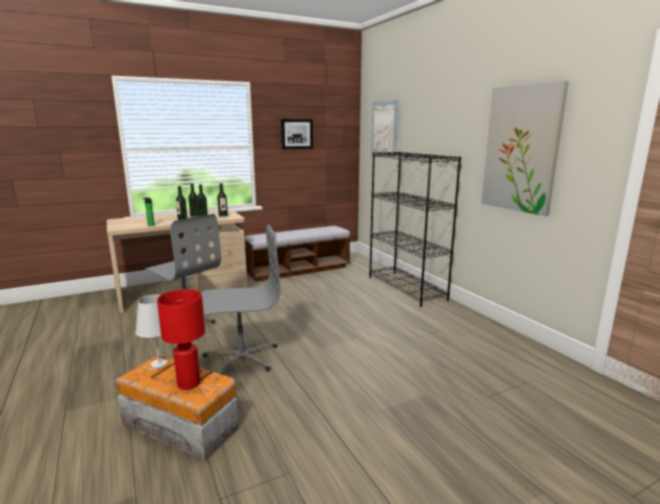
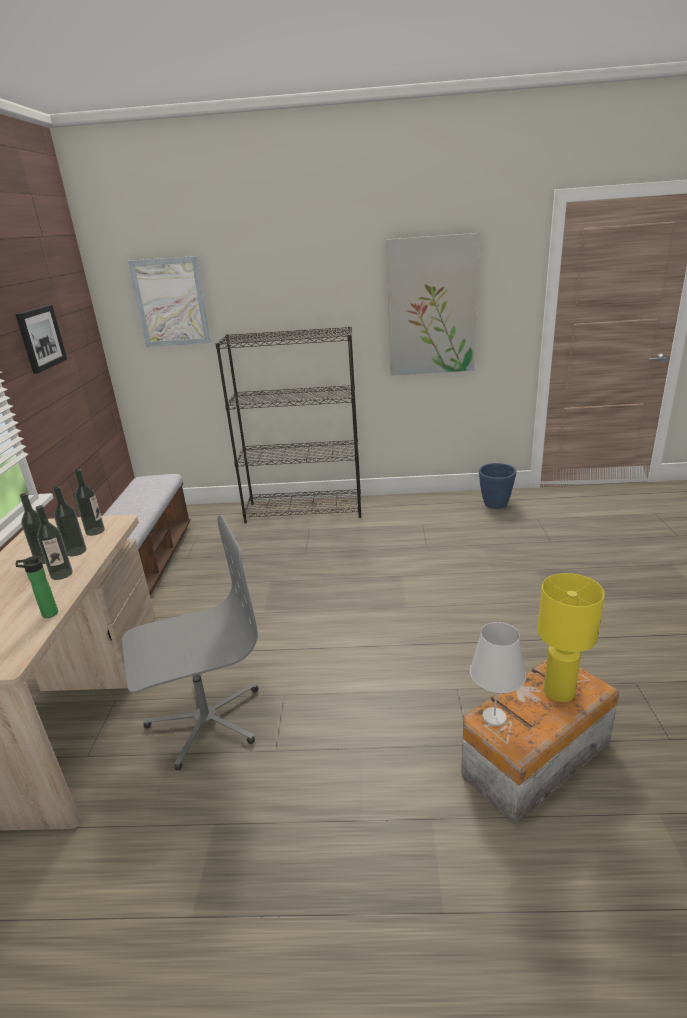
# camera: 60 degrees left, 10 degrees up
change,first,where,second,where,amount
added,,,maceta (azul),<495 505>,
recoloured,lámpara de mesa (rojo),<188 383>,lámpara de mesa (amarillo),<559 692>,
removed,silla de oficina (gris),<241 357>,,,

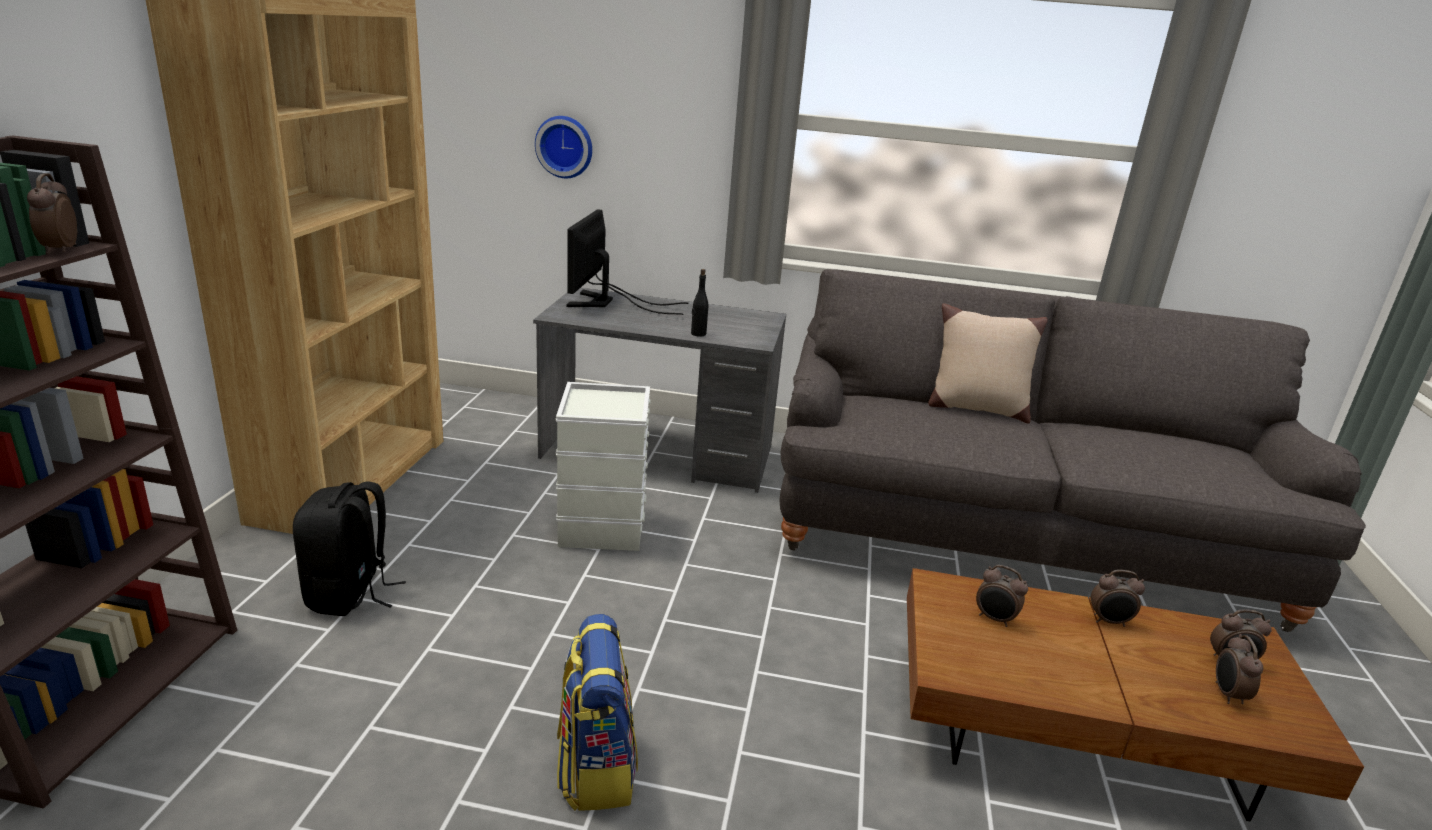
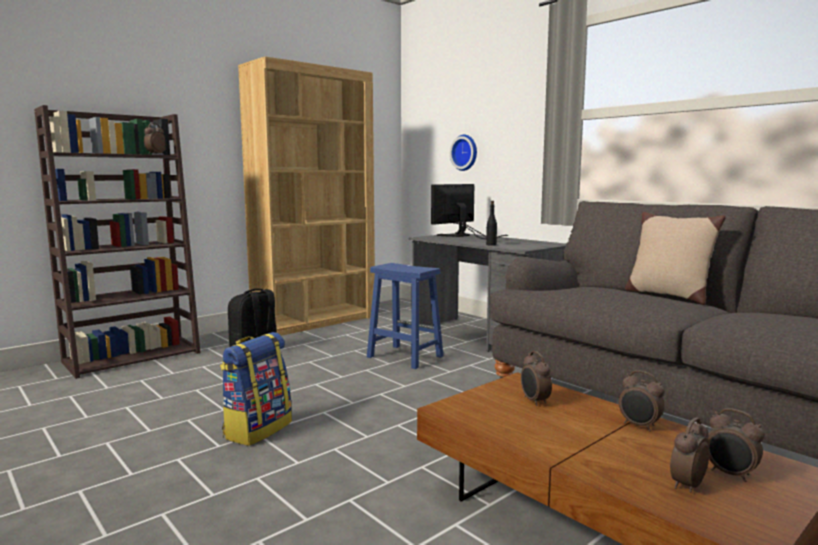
# camera: 40 degrees right, 15 degrees down
change,first,where,second,where,amount
replaced,caja de almacenaje (gris),<601 527>,taburete (azul),<403 356>,

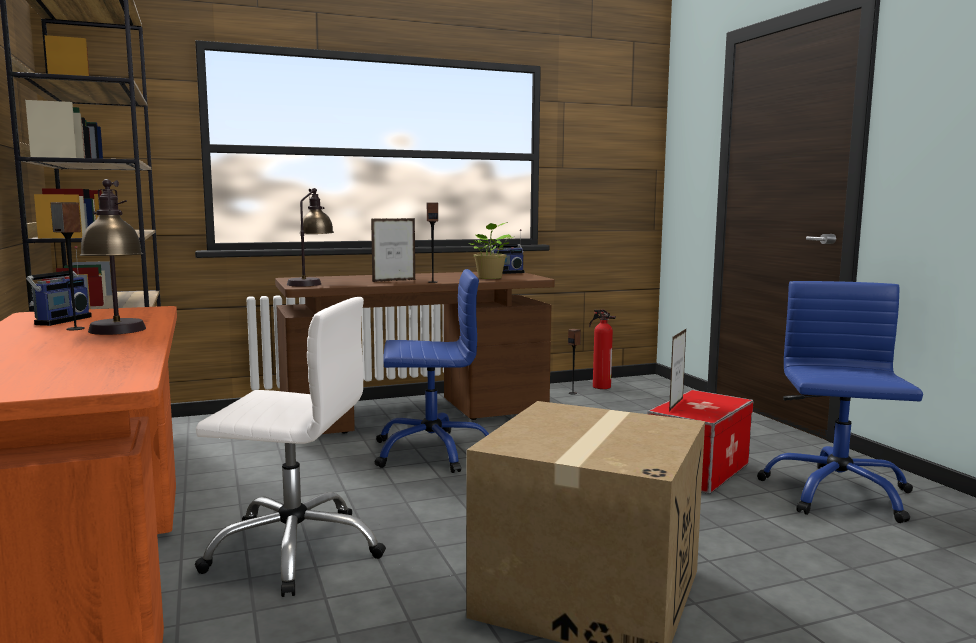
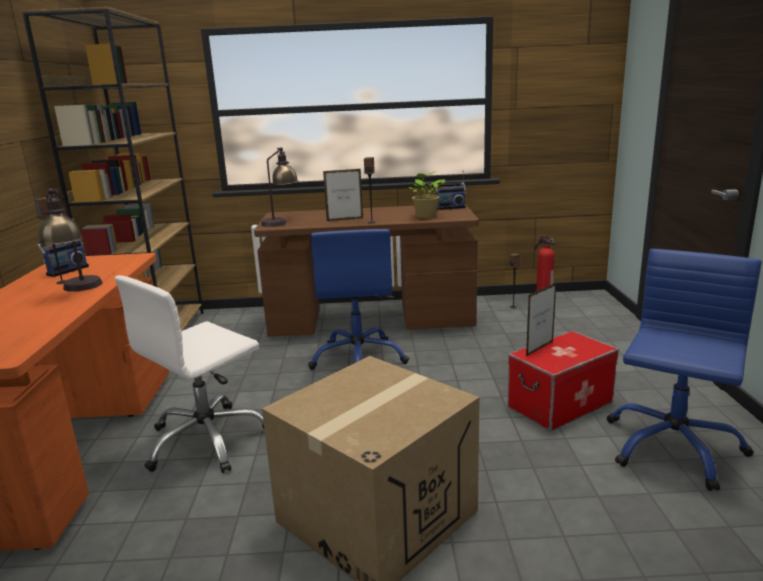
# camera: 20 degrees right, 10 degrees up
change,first,where,second,where,amount
turned,silla de oficina (blanco),<295 550>,,<207 440>,105 degrees clockwise
turned,silla de oficina (azul),<432 451>,,<359 359>,75 degrees clockwise

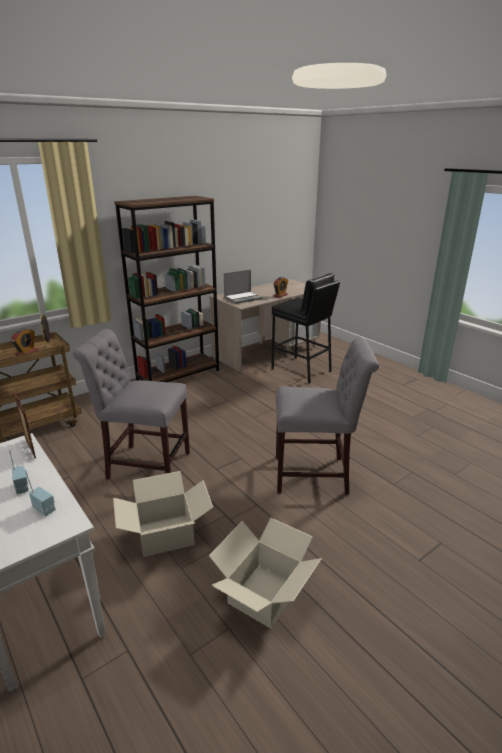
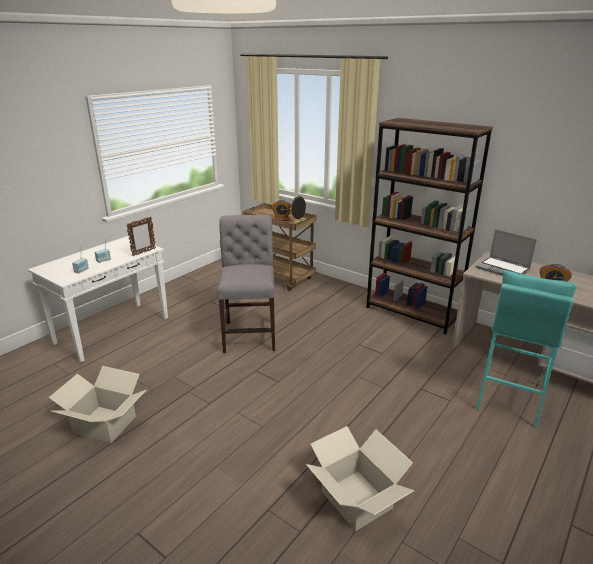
# camera: 75 degrees right, 0 degrees up
change,first,where,second,where,amount
moved,caja de cartón,<165 534>,,<357 499>,
recoloured,taburete (negro),<301 370>,taburete (turquesa),<509 397>,
removed,silla (gris),<316 475>,,,

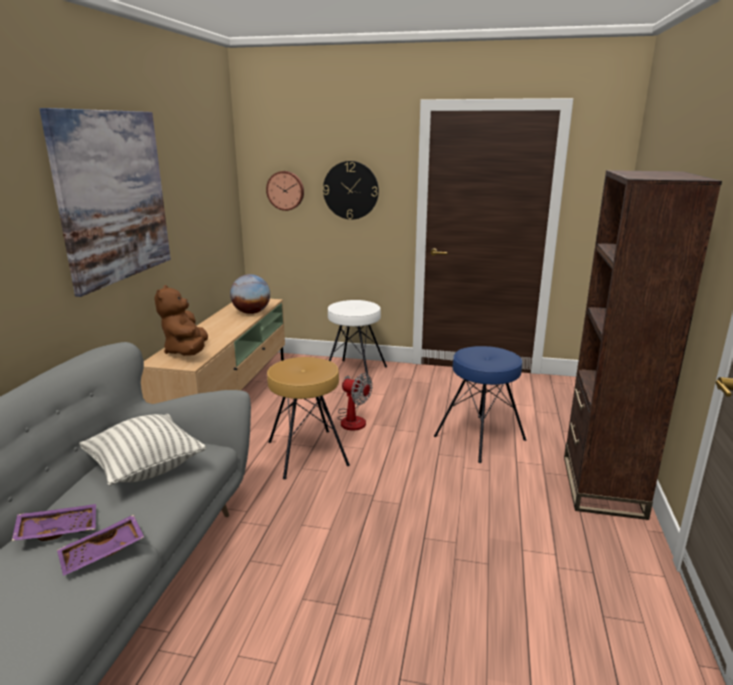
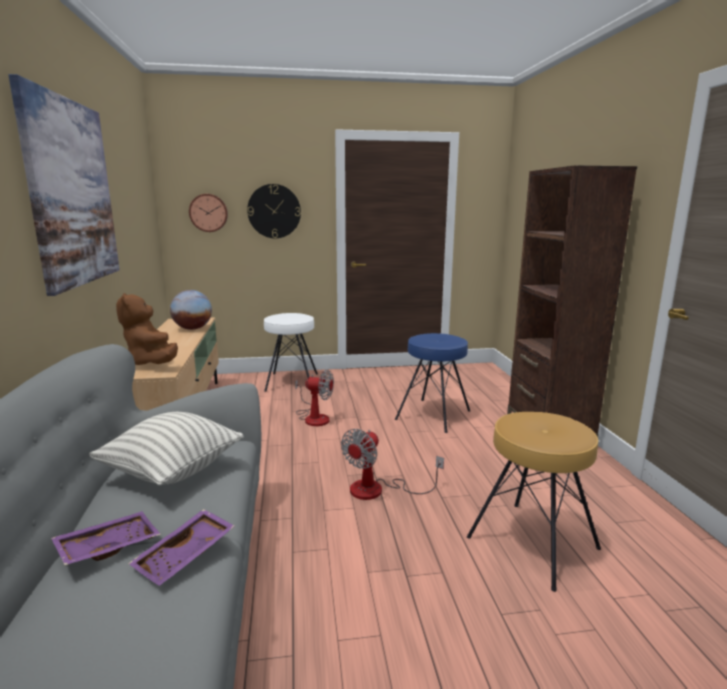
# camera: 20 degrees left, 5 degrees down
change,first,where,second,where,amount
added,,,ventilador,<378 490>,
moved,taburete (marrón),<306 453>,,<532 543>,

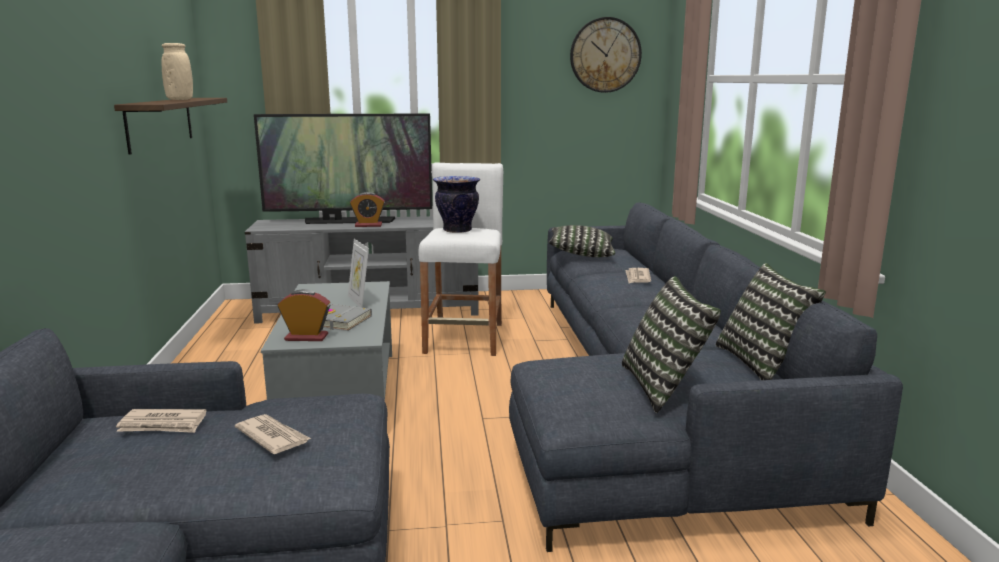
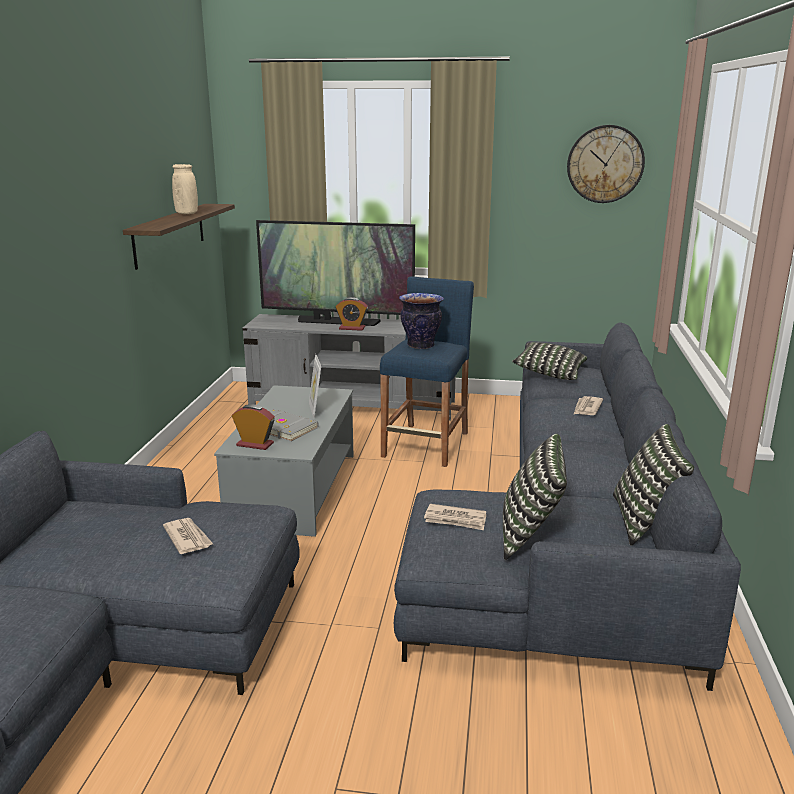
# camera: 15 degrees right, 5 degrees up
change,first,where,second,where,amount
recoloured,taburete (blanco),<465 338>,taburete (azul),<426 444>,
moved,periódico,<163 424>,,<455 520>,

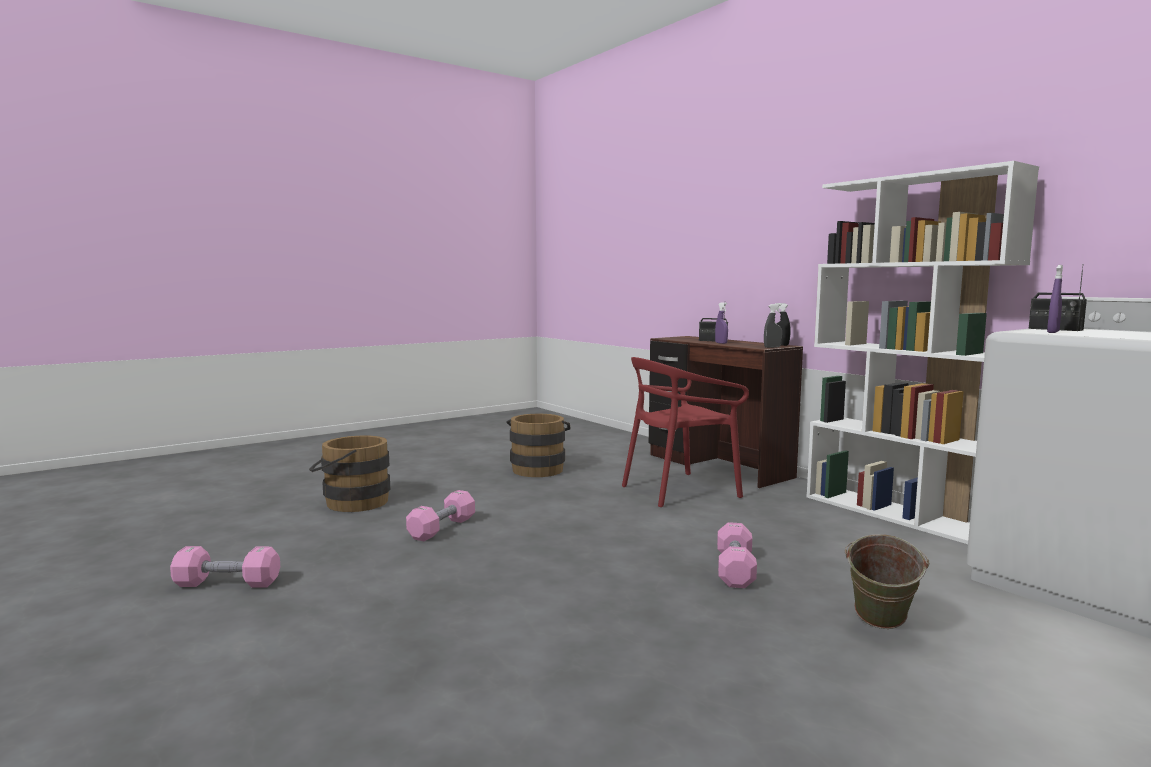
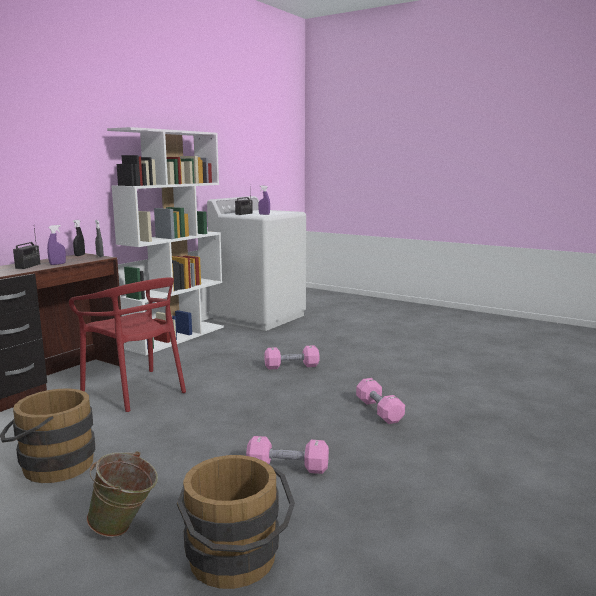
# camera: 110 degrees left, 5 degrees up
change,first,where,second,where,amount
moved,cubo (verde),<880 627>,,<125 529>,
moved,mancuerna (rosa),<227 584>,,<379 411>,

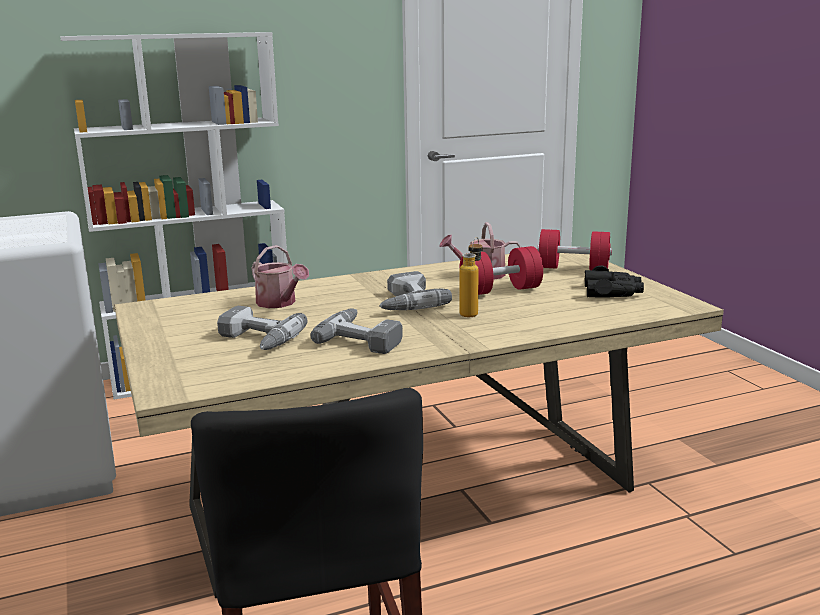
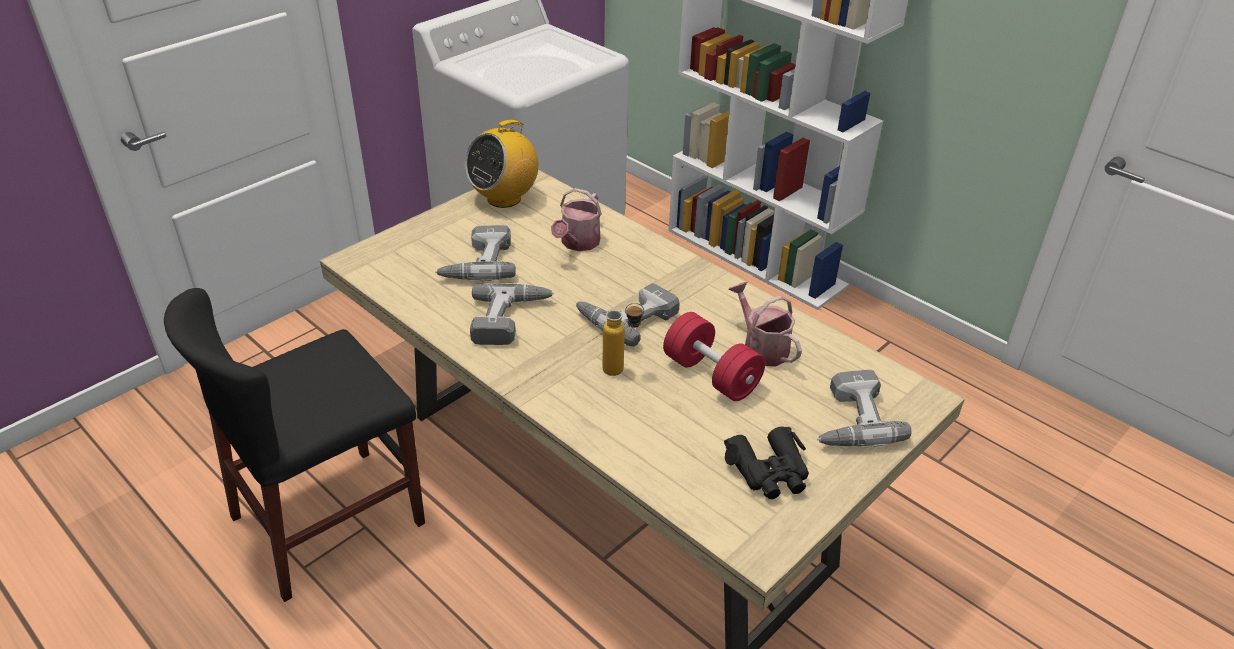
# camera: 65 degrees right, 20 degrees up
change,first,where,second,where,amount
added,,,radio,<504 198>,
replaced,mancuerna (rojo),<573 268>,taladro,<849 419>,

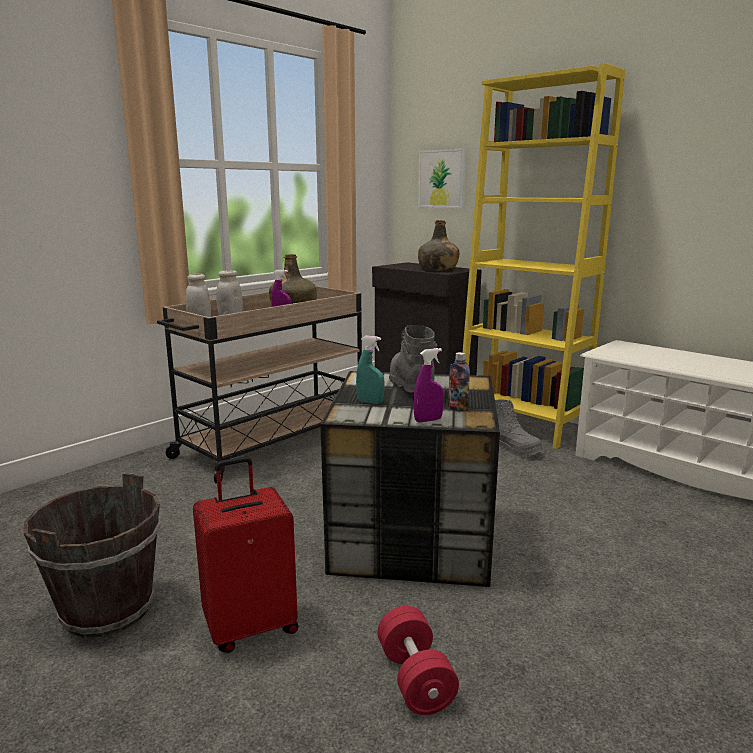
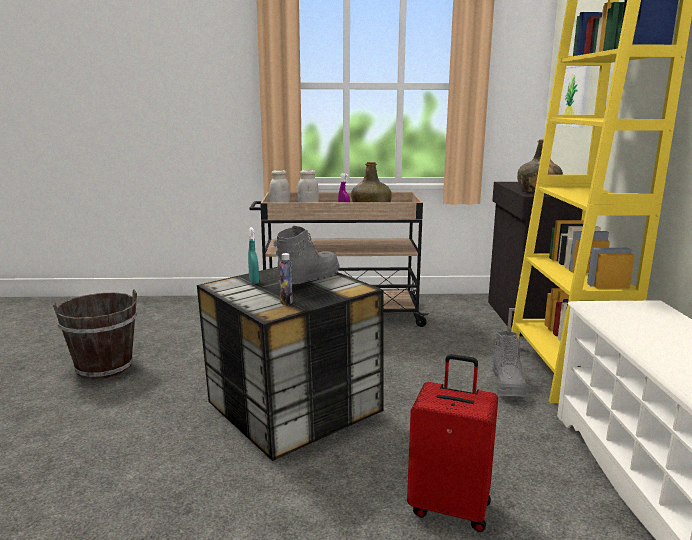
# camera: 45 degrees right, 0 degrees up
change,first,where,second,where,amount
moved,maleta (rojo),<251 626>,,<450 507>,
removed,mancuerna (rojo),<415 679>,,,
removed,pulverizador (morado),<428 420>,,,

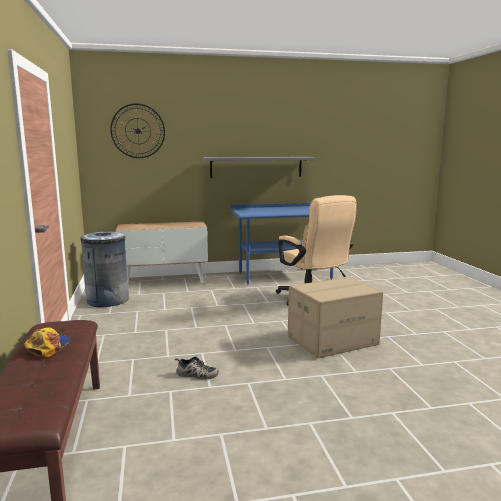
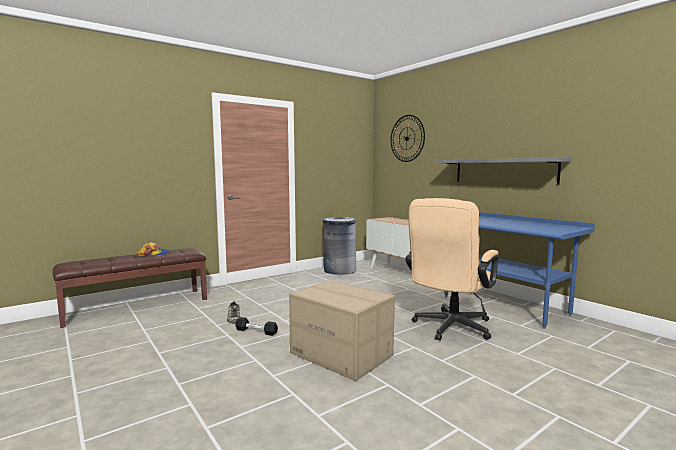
# camera: 65 degrees right, 5 degrees down
change,first,where,second,where,amount
added,,,mancuerna (negro),<256 331>,

